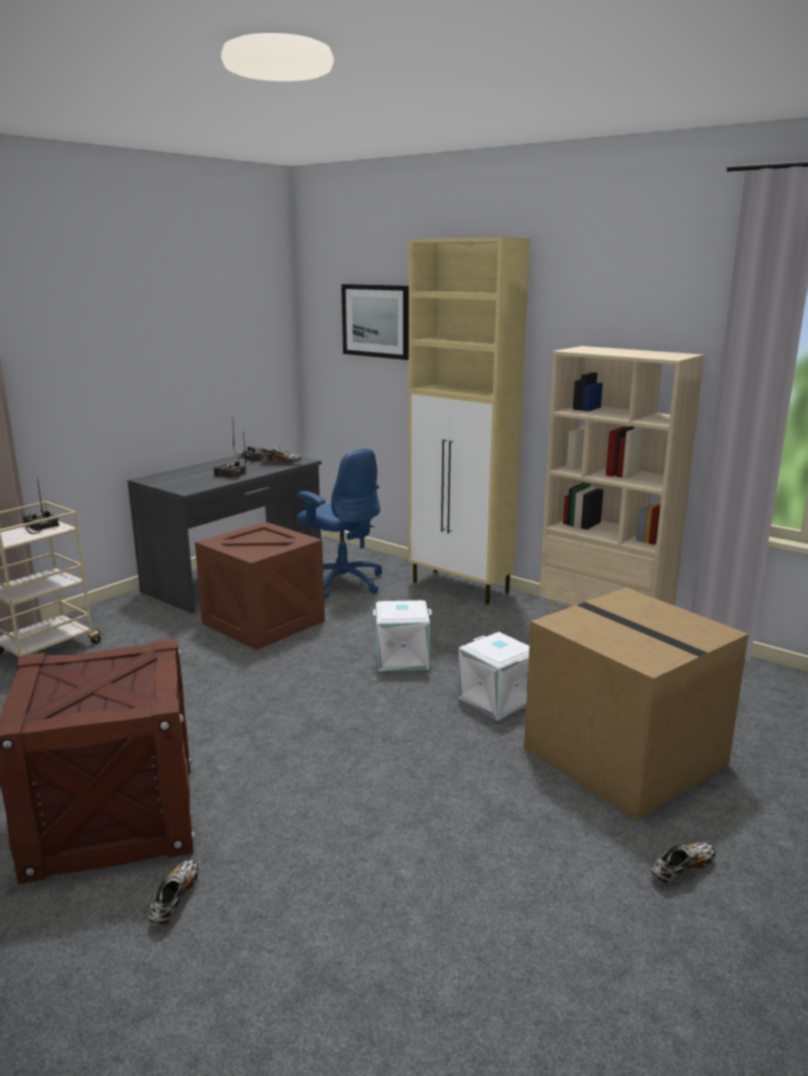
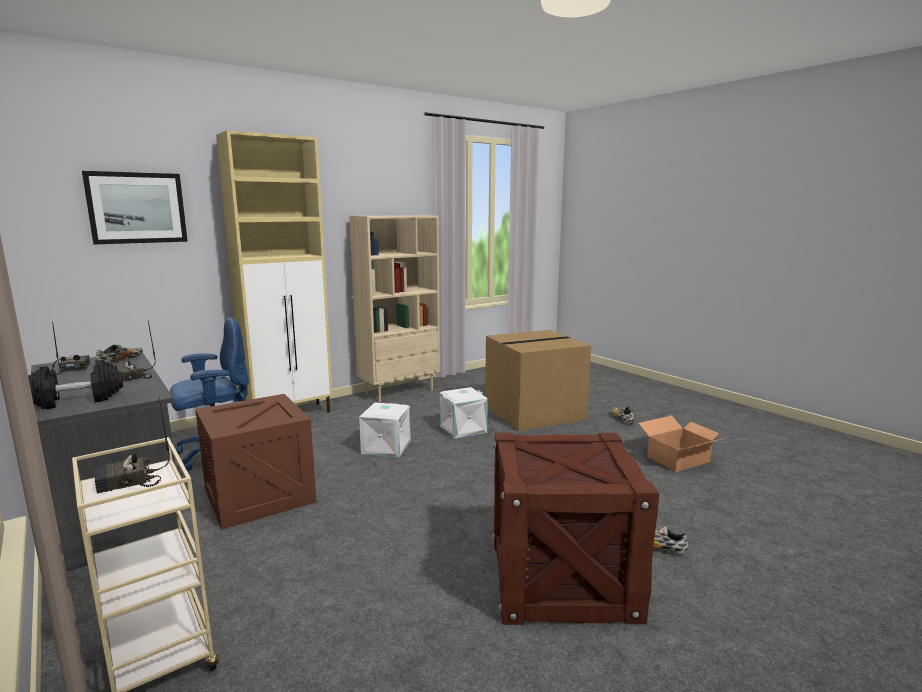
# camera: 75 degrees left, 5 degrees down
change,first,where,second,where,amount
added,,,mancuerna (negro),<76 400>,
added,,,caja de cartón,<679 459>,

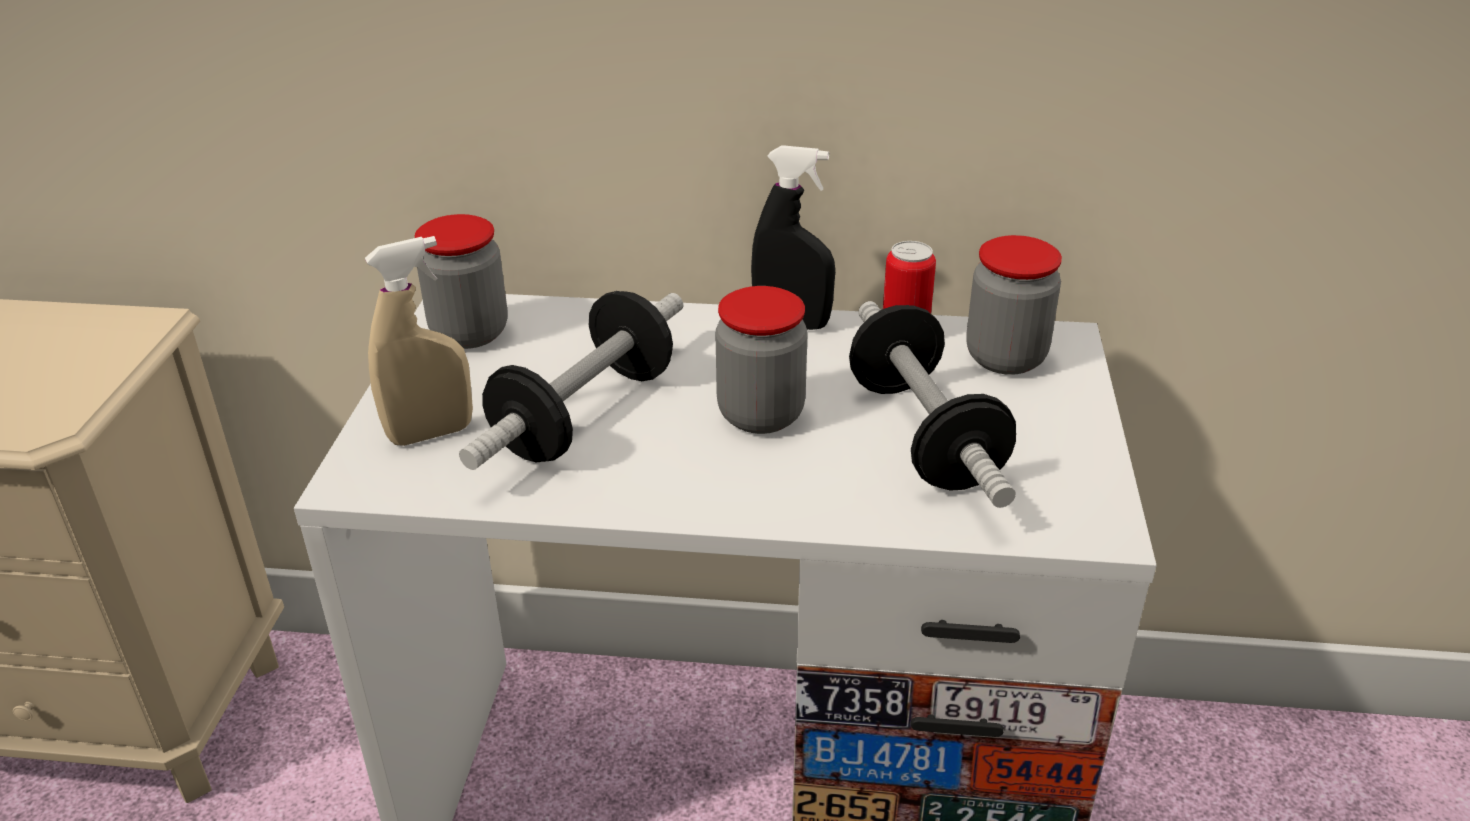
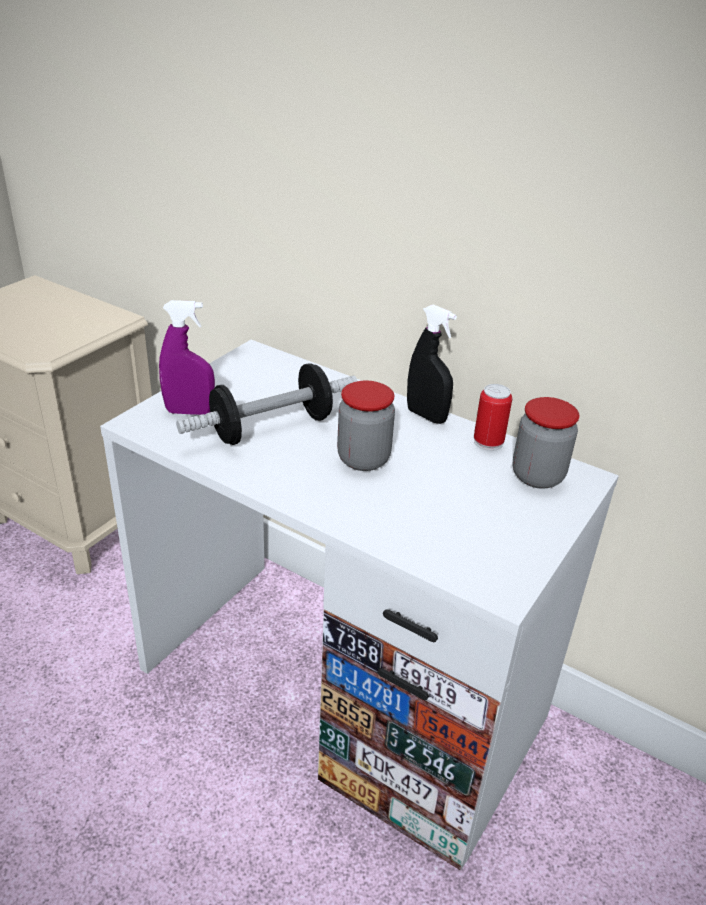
# camera: 25 degrees right, 0 degrees up
change,first,where,second,where,amount
recoloured,pulverizador (beis),<431 433>,pulverizador (morado),<190 412>,
removed,tarro,<469 333>,,,
removed,mancuerna,<924 436>,,,

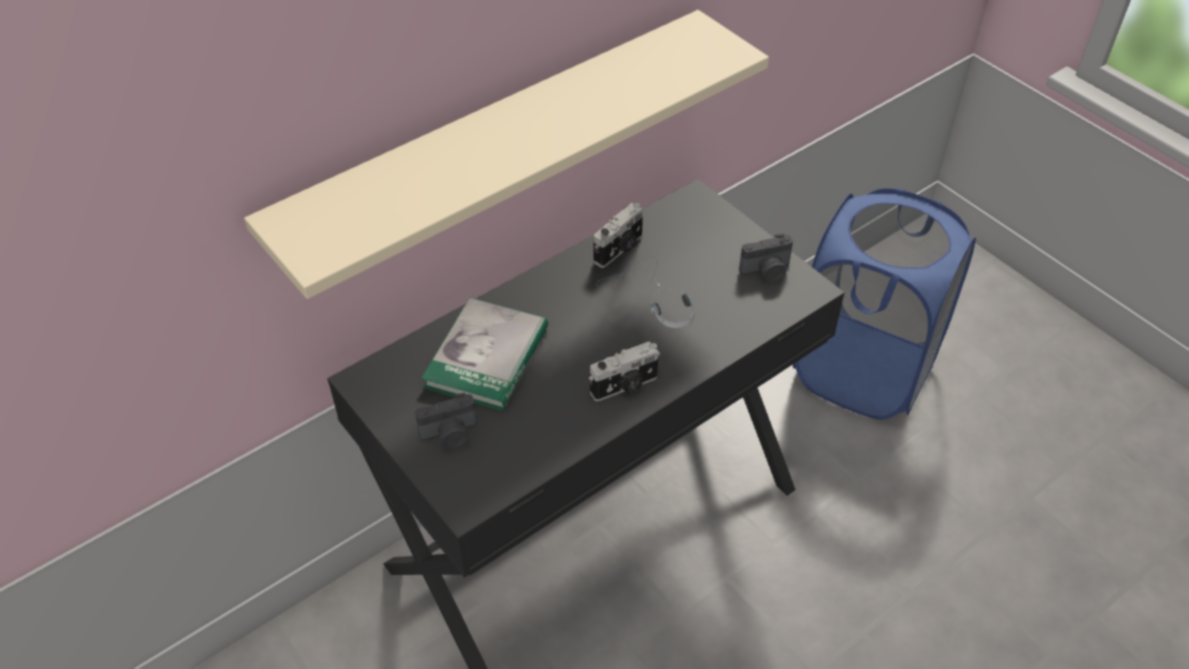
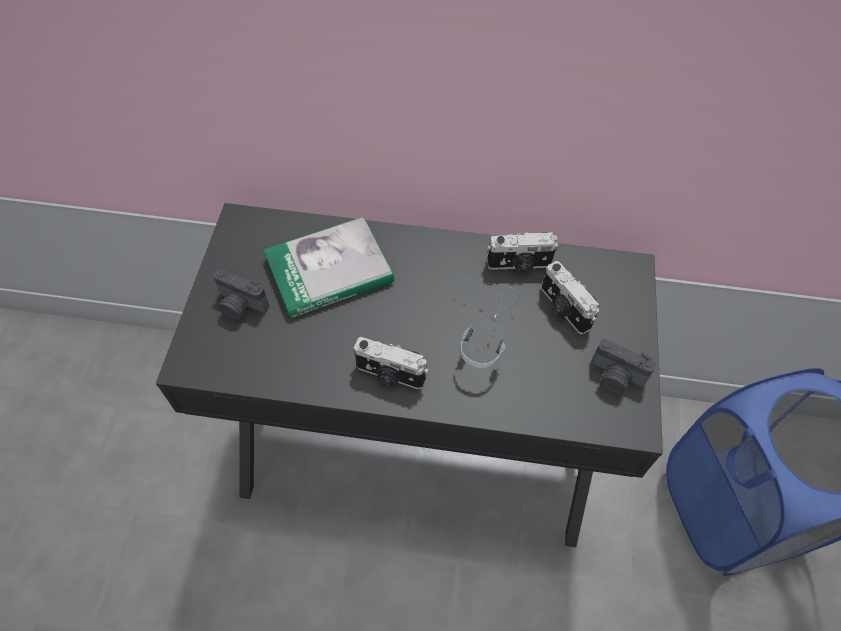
# camera: 45 degrees right, 10 degrees up
change,first,where,second,where,amount
added,,,cámara,<563 309>,
removed,estante (beis),<496 149>,,,

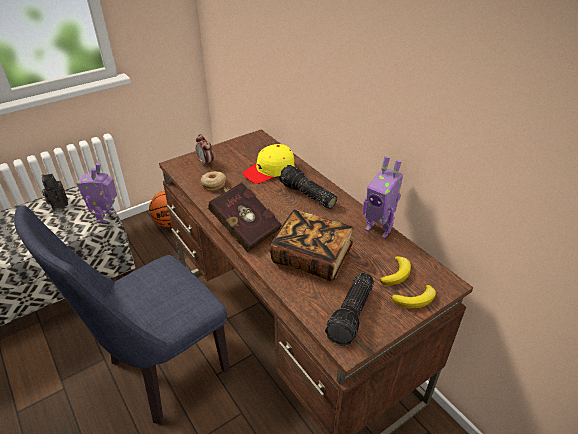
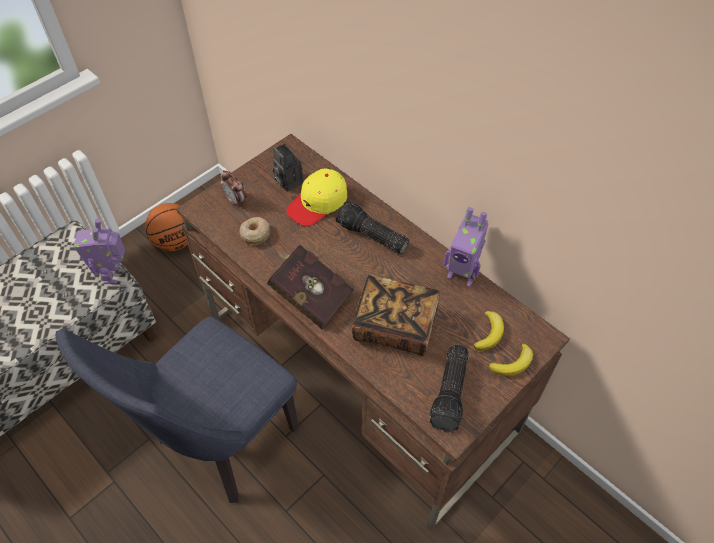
# camera: 10 degrees left, 15 degrees up
change,first,where,second,where,amount
moved,cámara,<58 203>,,<287 181>,

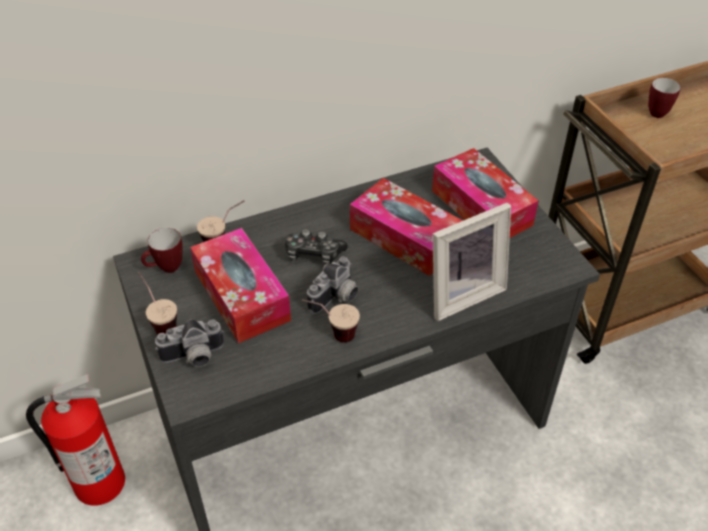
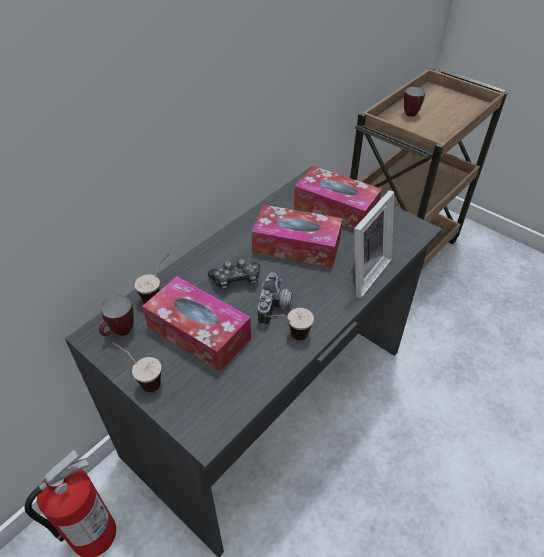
# camera: 25 degrees left, 0 degrees up
change,first,where,second,where,amount
removed,cámara,<194 358>,,,

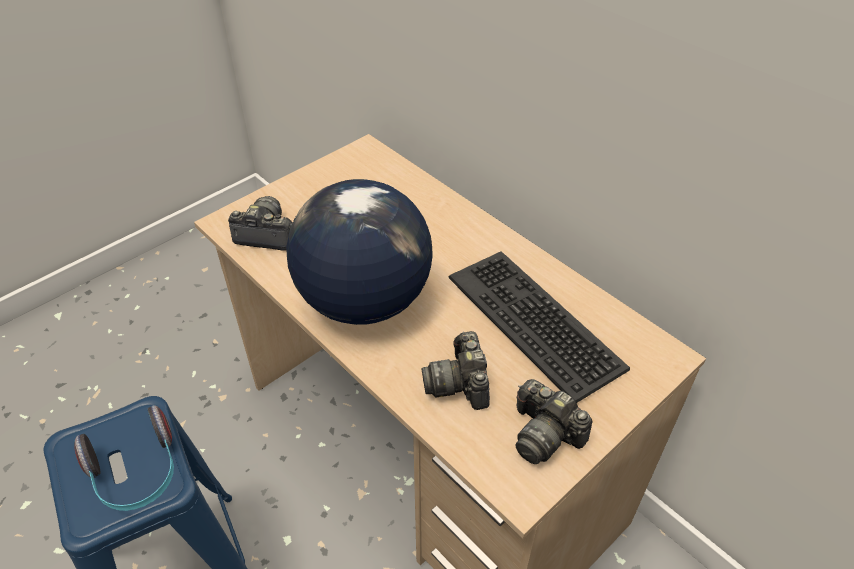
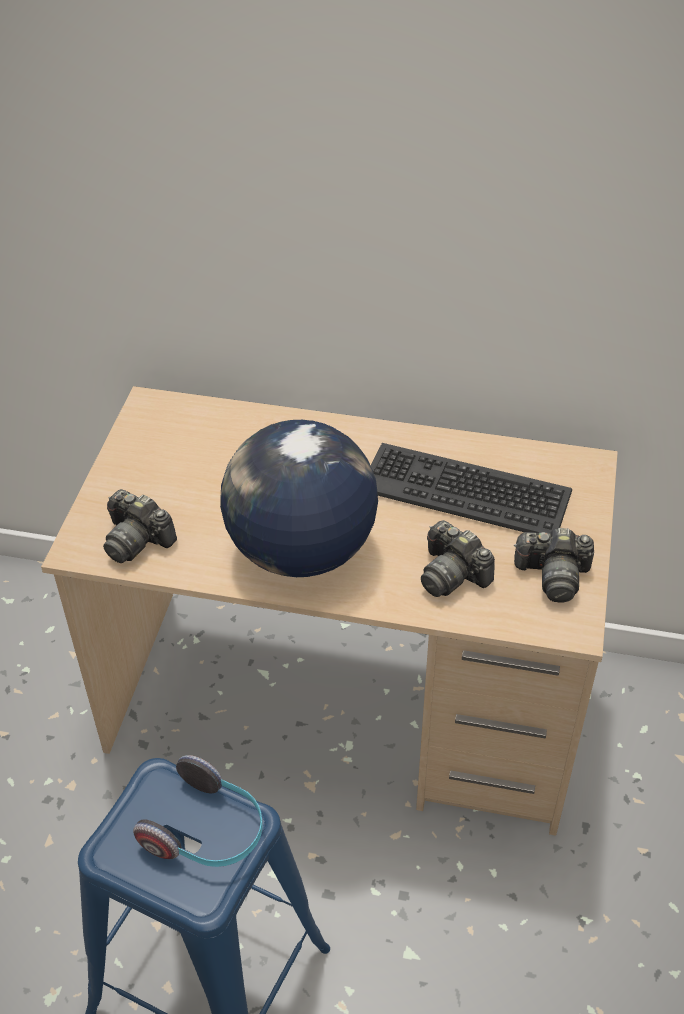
# camera: 35 degrees left, 0 degrees up
change,first,where,second,where,amount
turned,cámara,<266 235>,,<137 540>,120 degrees counterclockwise

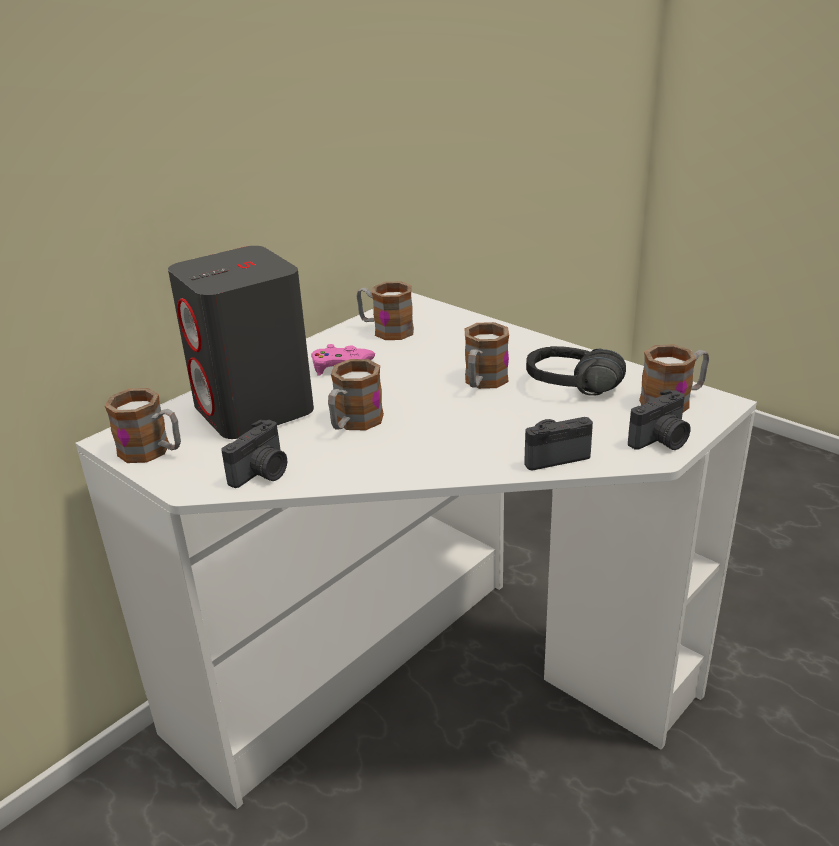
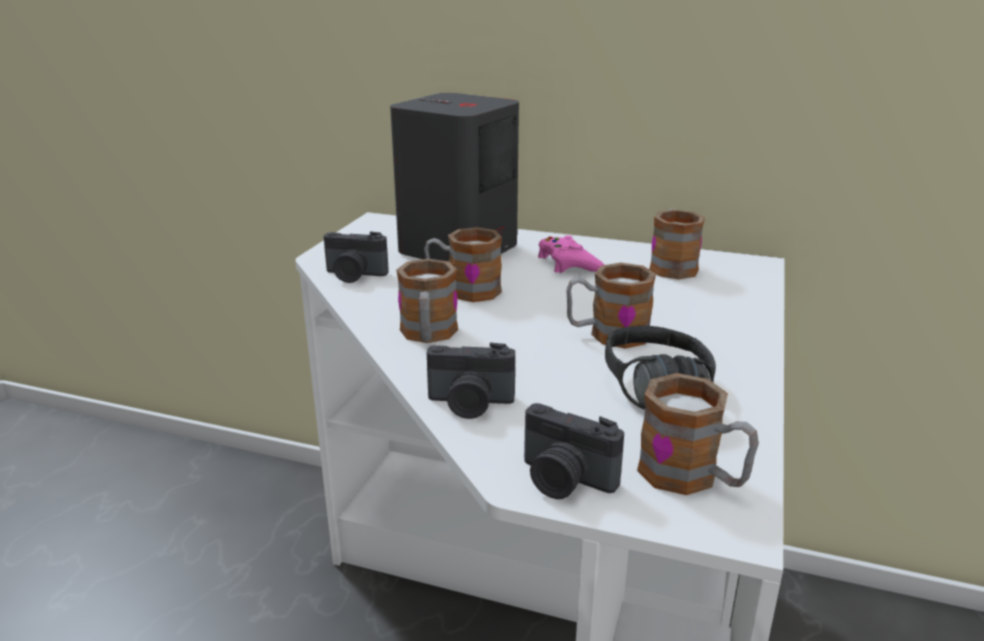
# camera: 65 degrees right, 5 degrees down
change,first,where,second,where,amount
moved,taza grande,<153 451>,,<428 335>,
turned,cámara,<553 455>,,<470 404>,135 degrees clockwise

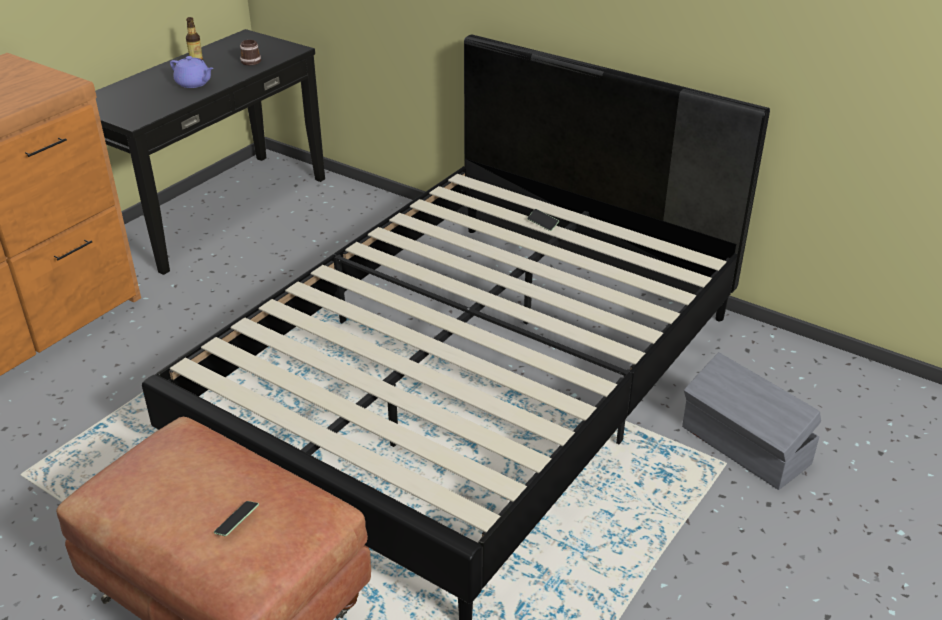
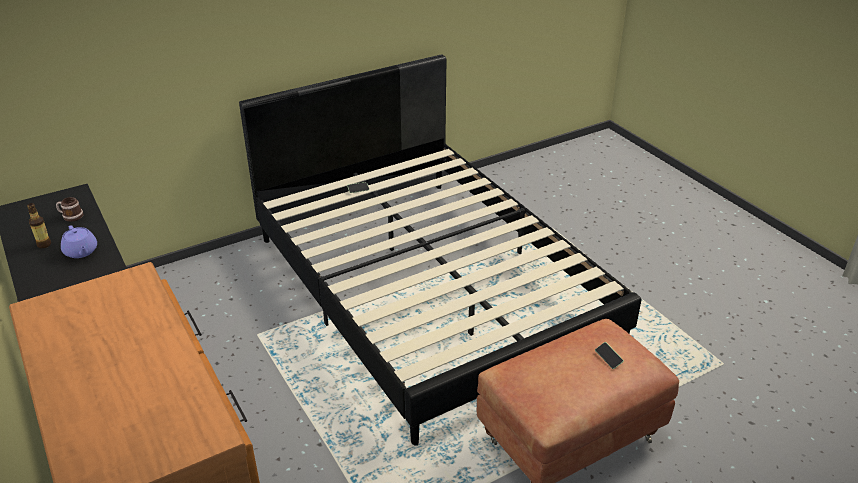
# camera: 65 degrees left, 0 degrees up
change,first,where,second,where,amount
turned,tetera (morado),<194 83>,,<81 252>,90 degrees clockwise
removed,caja de almacenaje (gris),<745 446>,,,

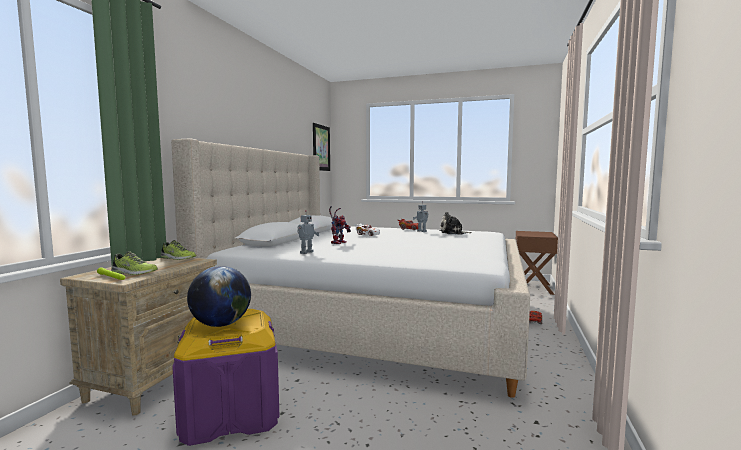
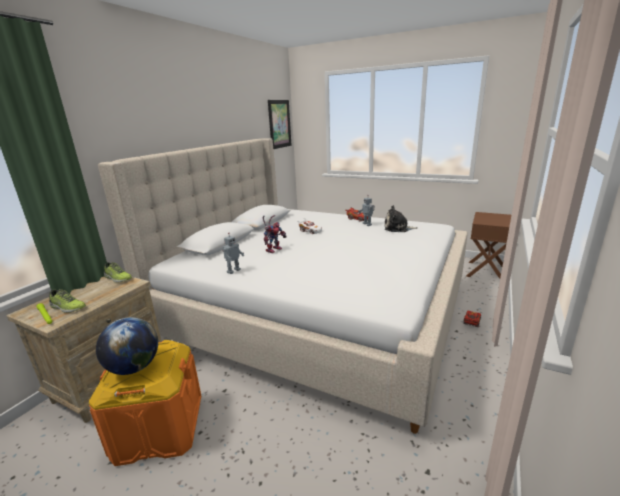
# camera: 10 degrees right, 15 degrees up
change,first,where,second,where,amount
recoloured,caja de almacenaje (morado),<231 413>,caja de almacenaje (naranja),<159 428>,

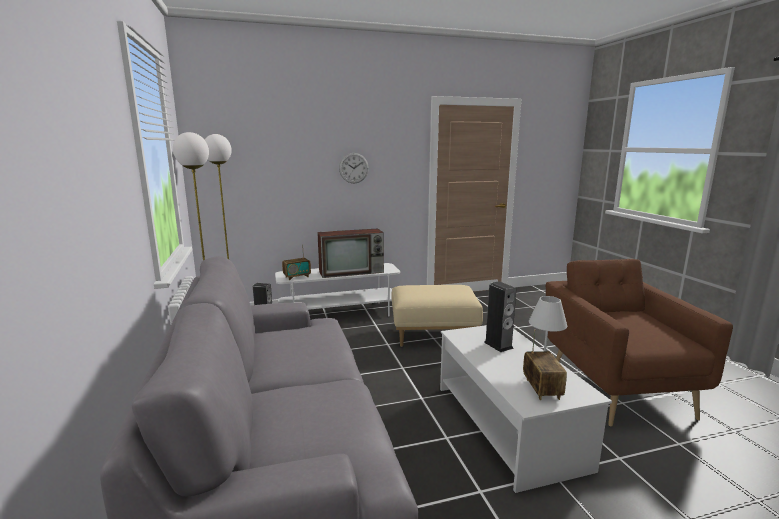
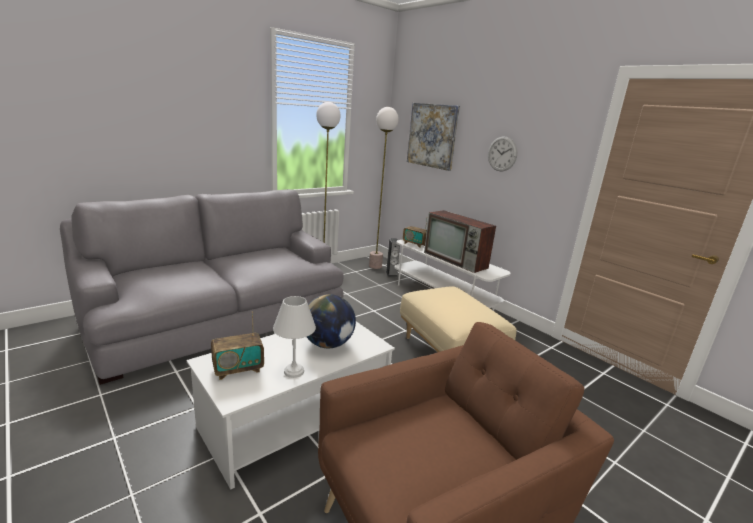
# camera: 65 degrees right, 5 degrees up
change,first,where,second,where,amount
replaced,altavoz,<498 345>,globo terráqueo,<328 344>,
added,,,cuadro,<432 135>,

